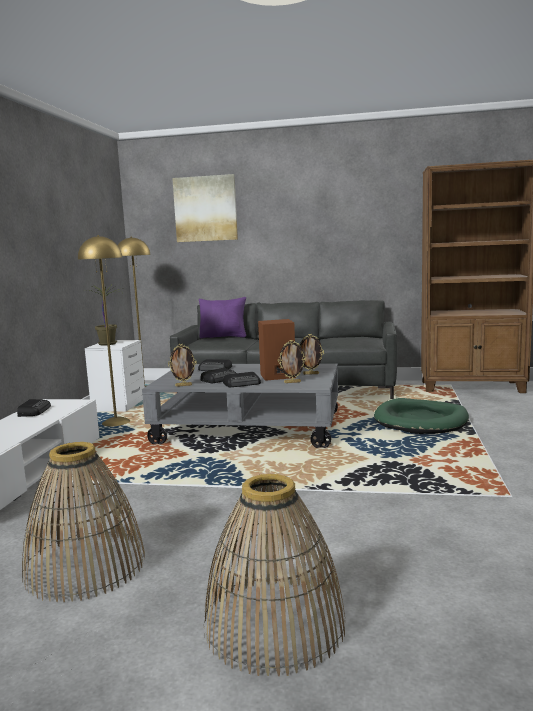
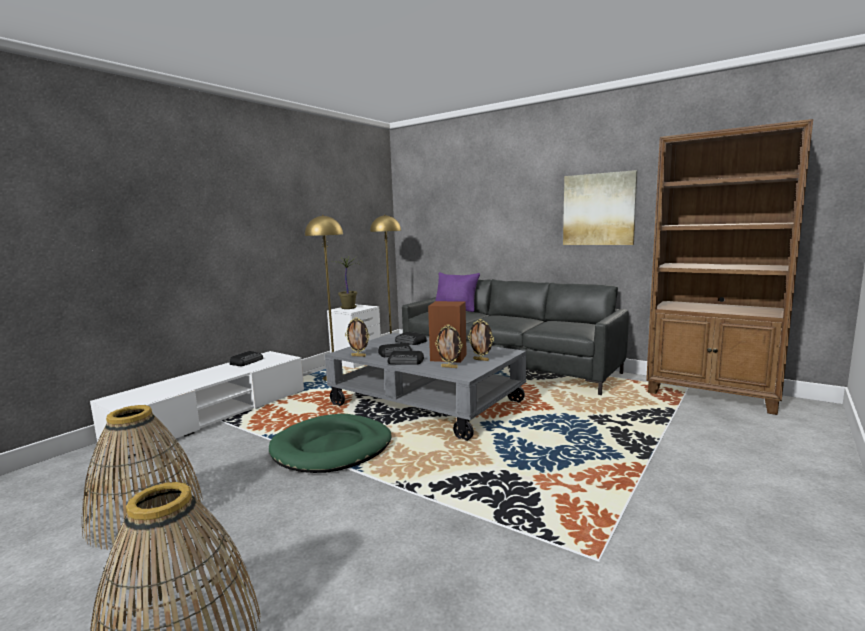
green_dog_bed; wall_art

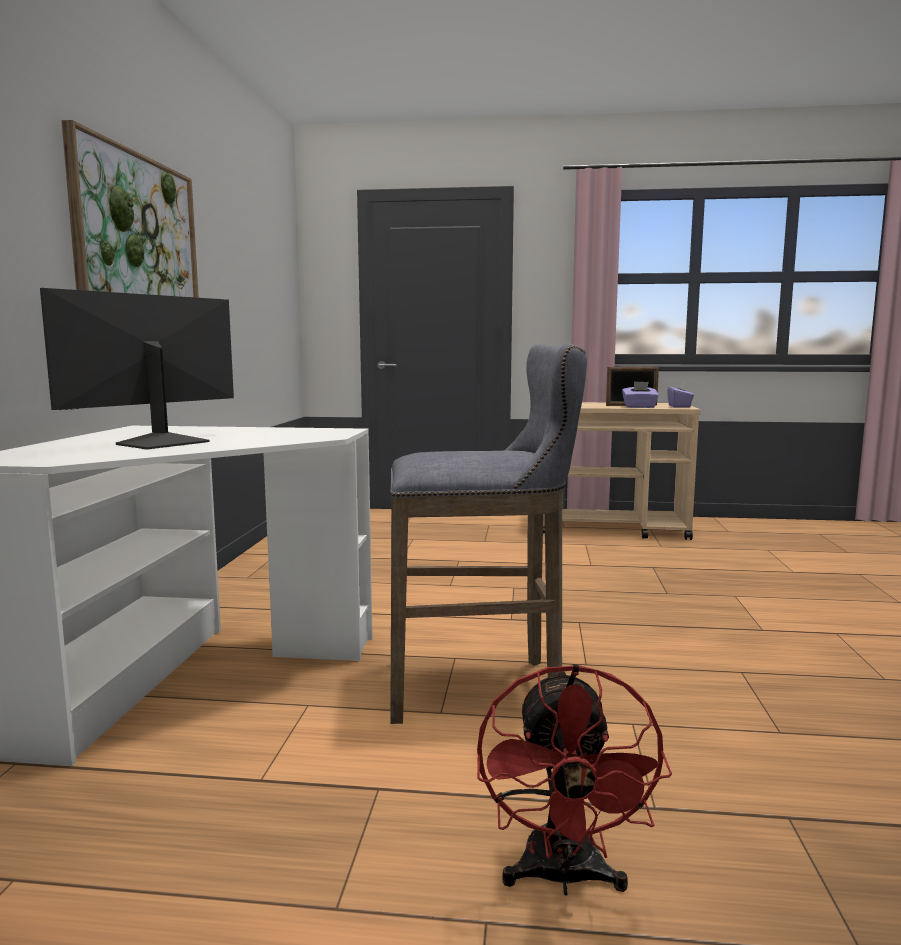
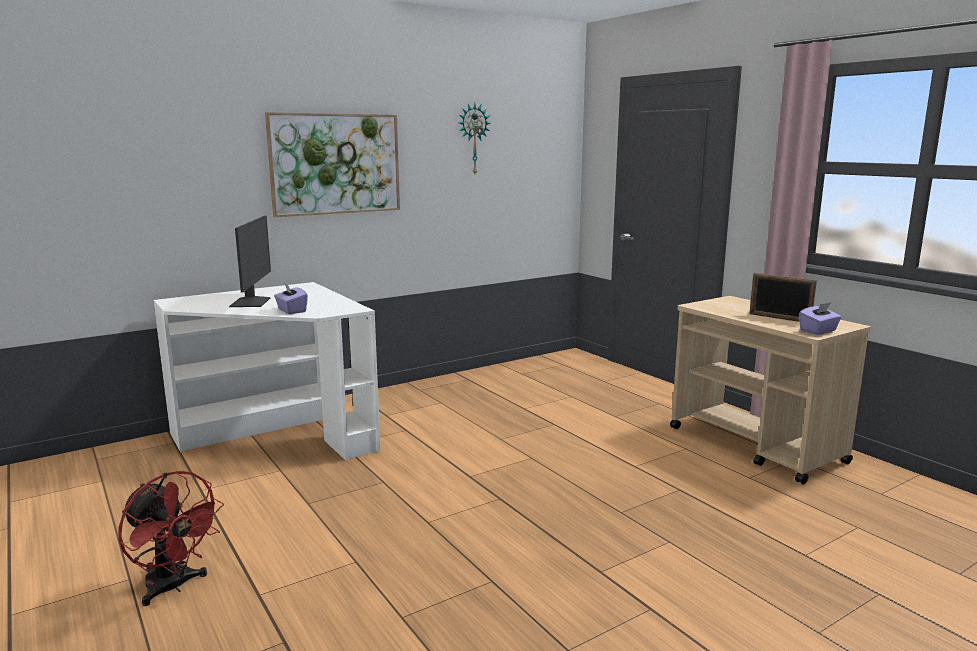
reddish_cooling_fan; computer_display; purplish_tissue_box (1st from left); wall_clock; greyish_stool_seat

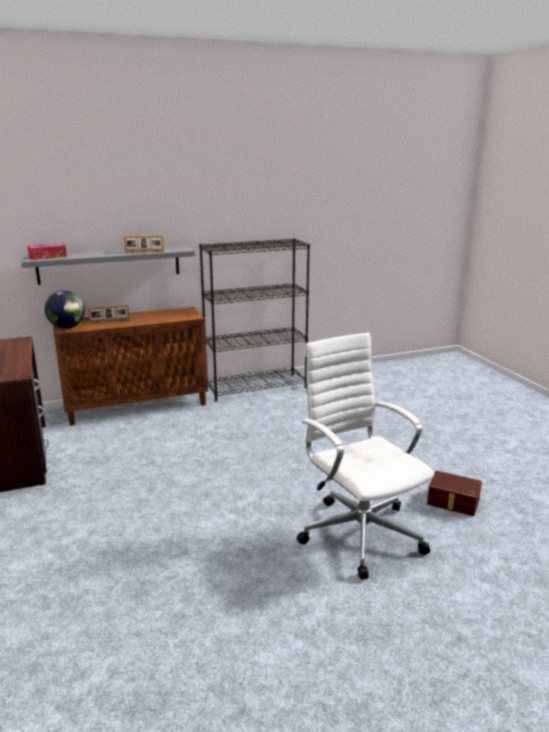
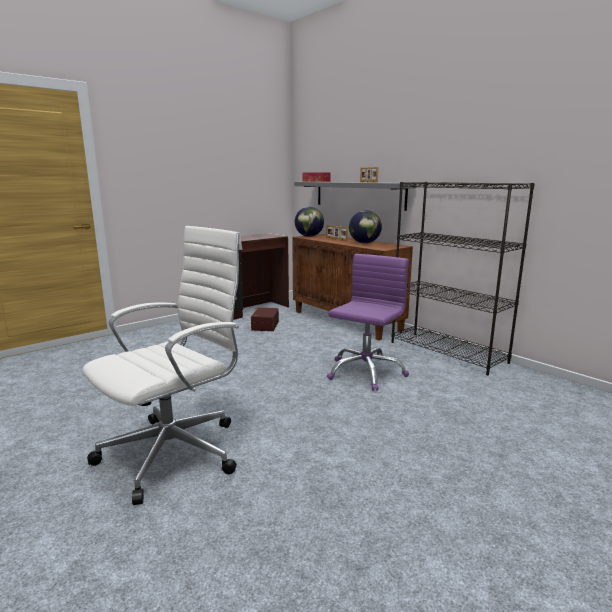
brownish_storage_container; purplish_computer_chair; world_globe (2nd from left)

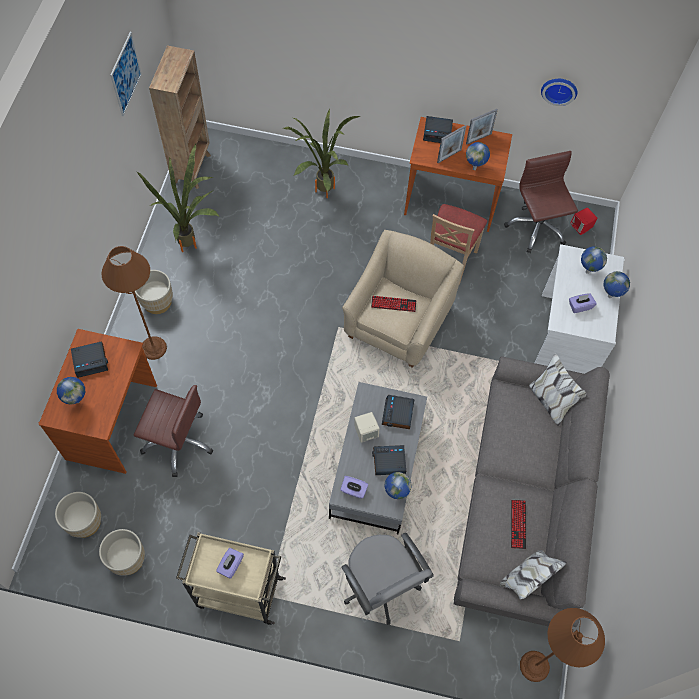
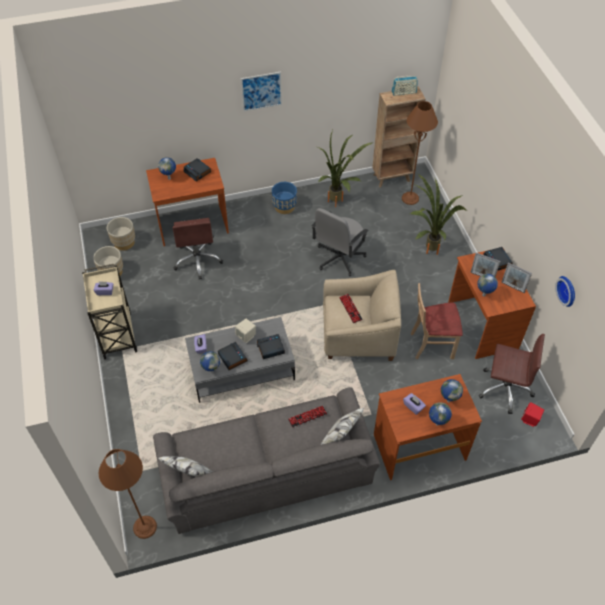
wall_art; blue-coloured_plant_pot; PC_keyboard (1st from left); greyish_computer_chair; brownish_desk_unit (2nd from left); radio_receiver; brownish_standard_lamp (2nd from left); brownish_computer_chair (2nd from left)

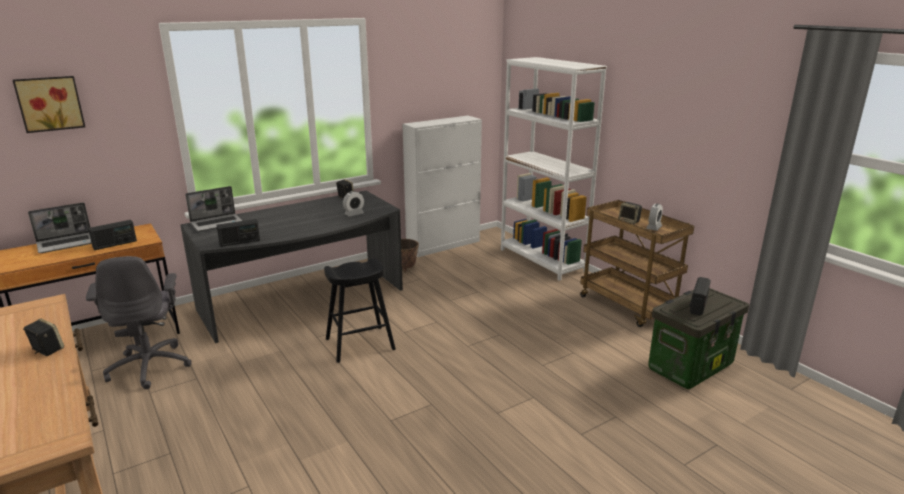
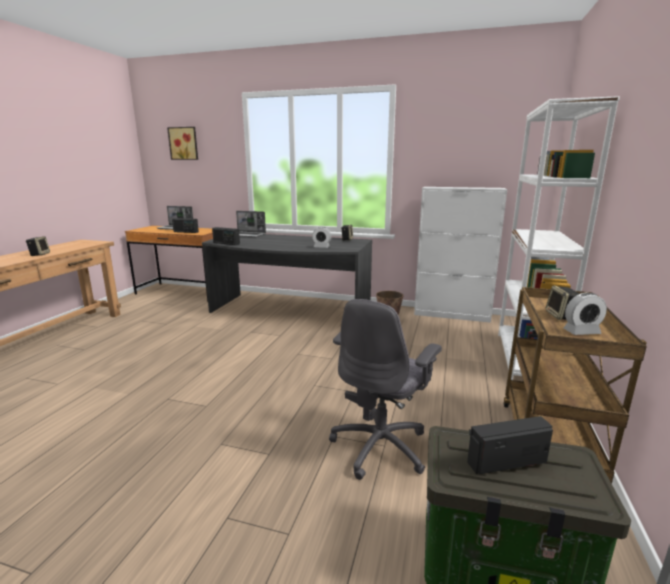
greyish_computer_chair; blackish_stool_seat

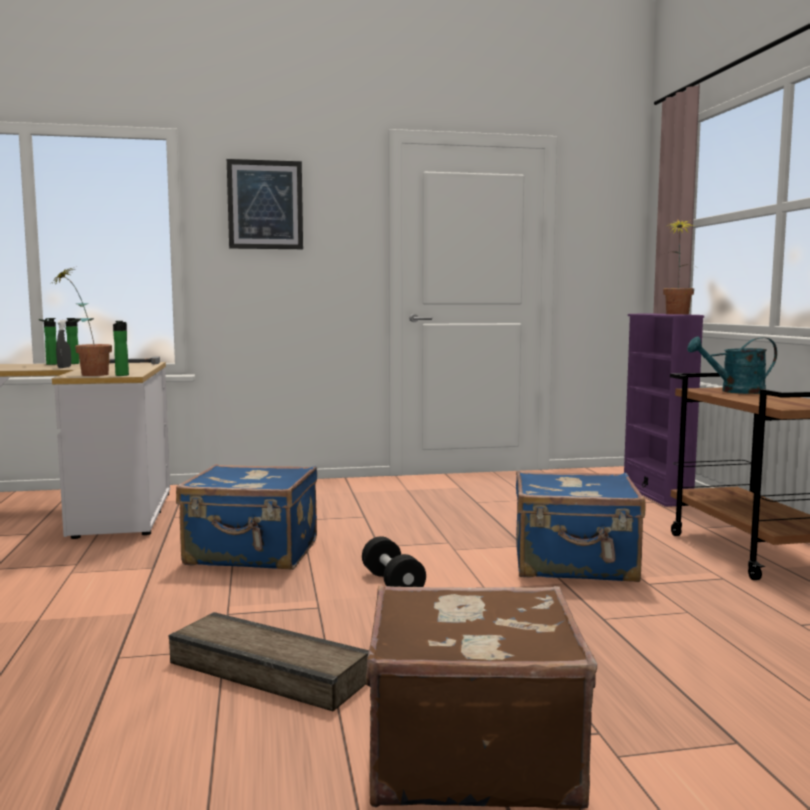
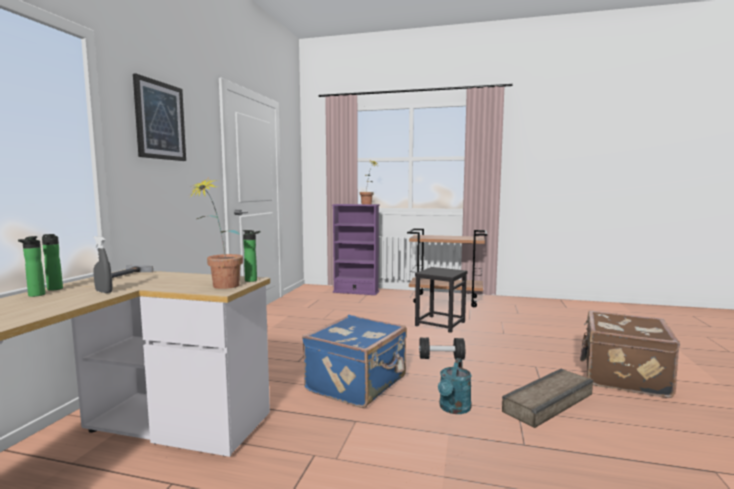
blackish_stool_seat; blue-green_watering_can

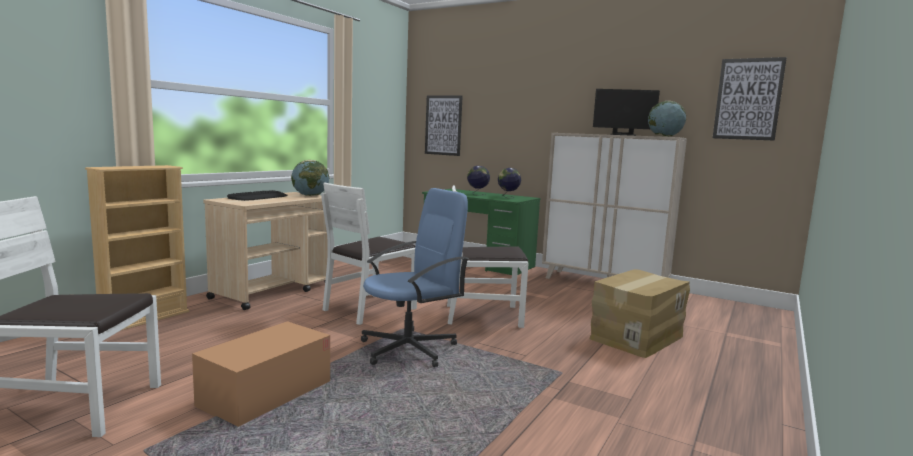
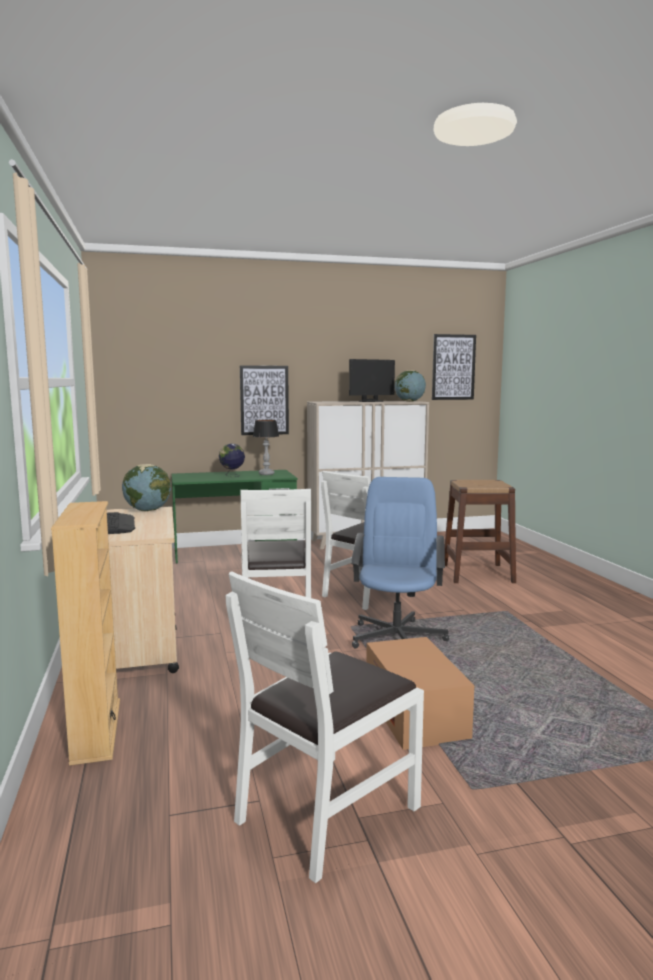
wall_art (1st from left); tabletop_lamp; brownish_stool_seat

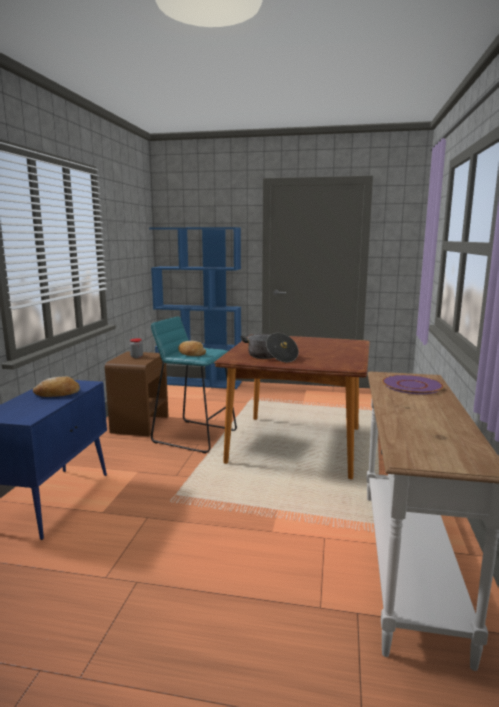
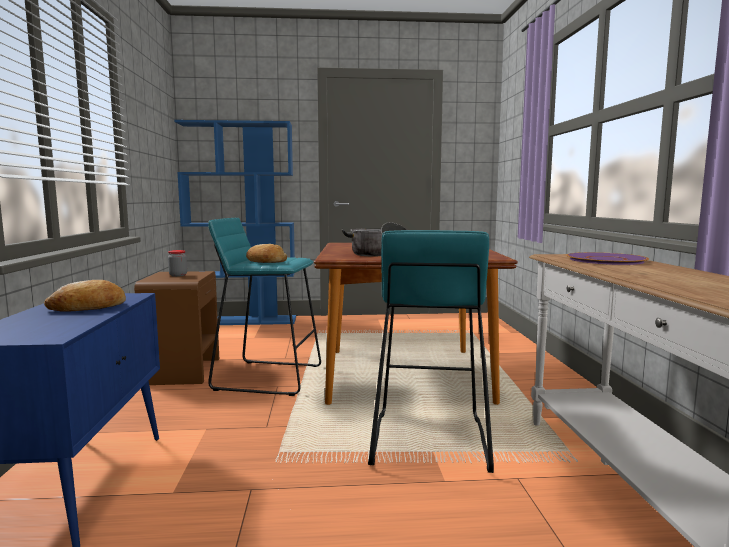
blue-green_stool_seat (2nd from left)

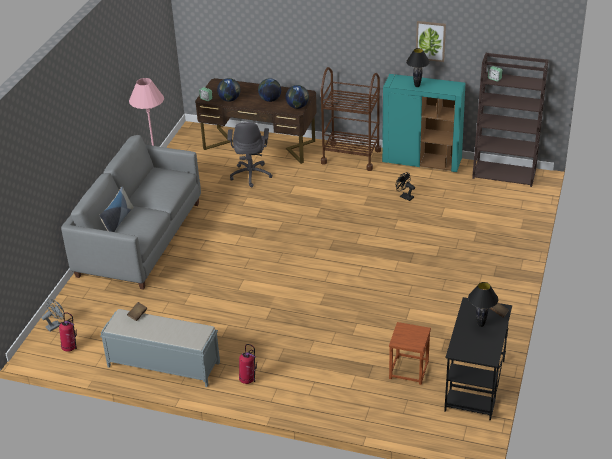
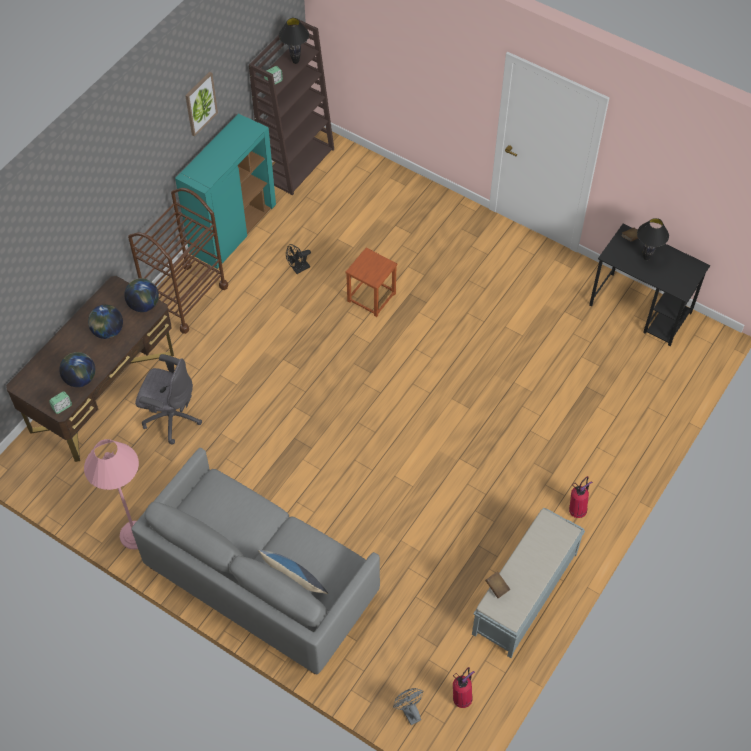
blackish_tabletop_lamp (1st from left); brownish_stool_seat

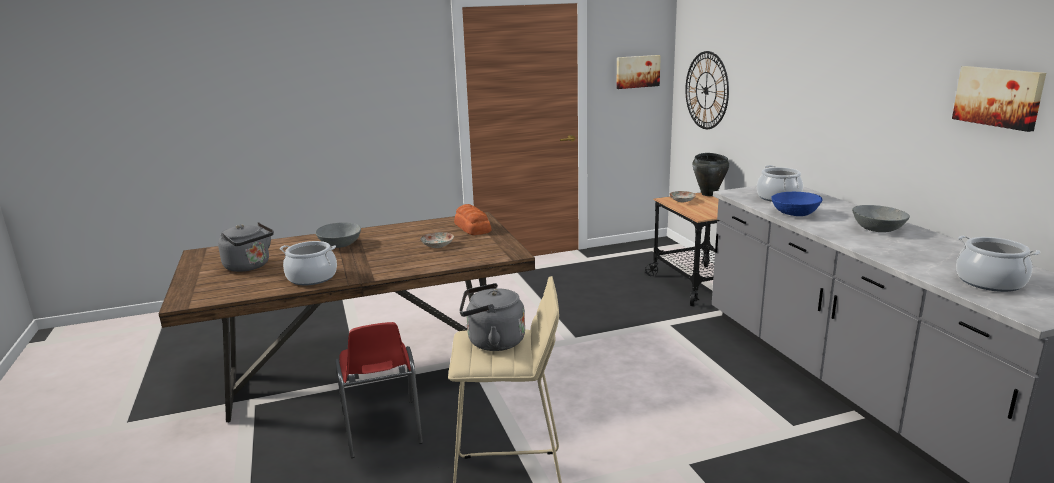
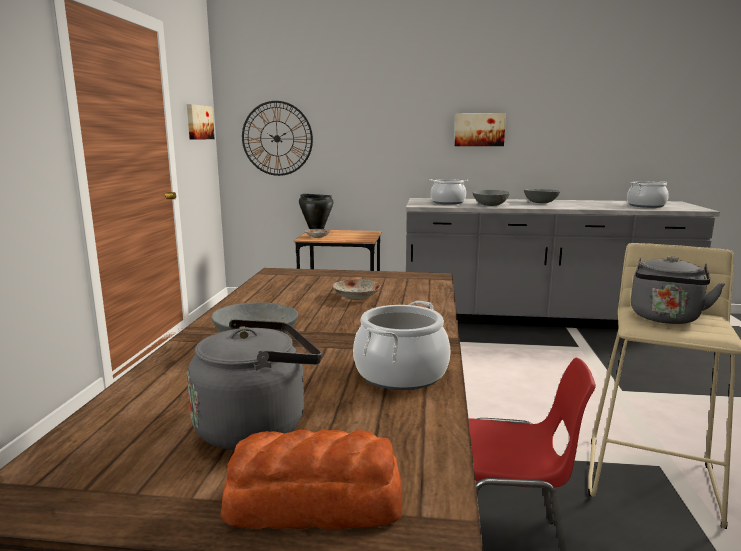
bread; wall_art (2nd from left); greyish_bowl (2nd from left)

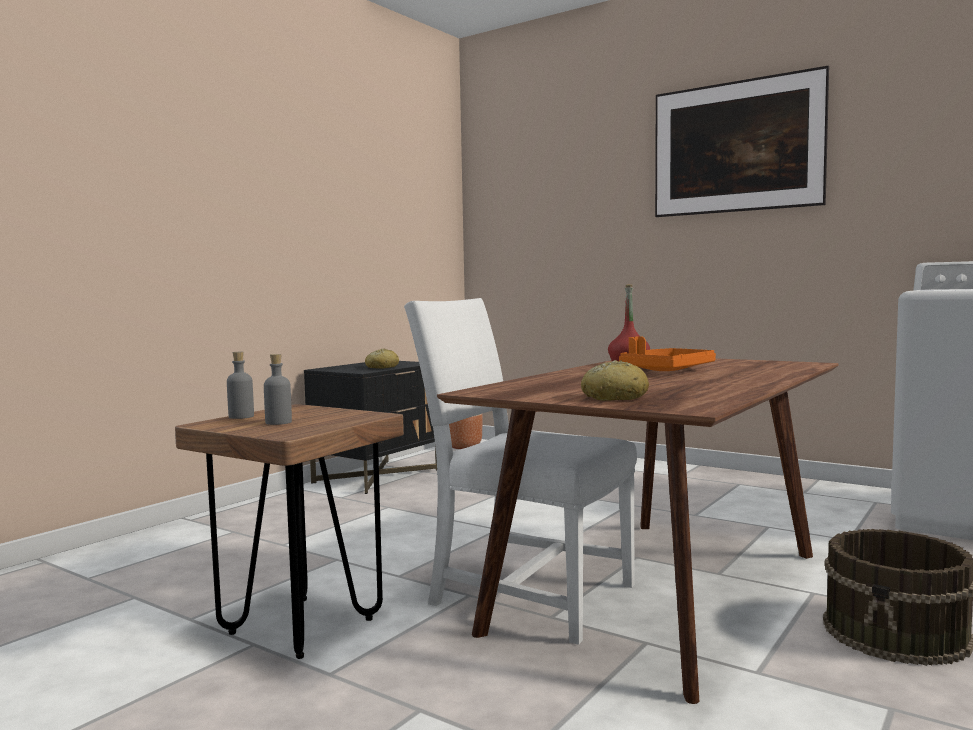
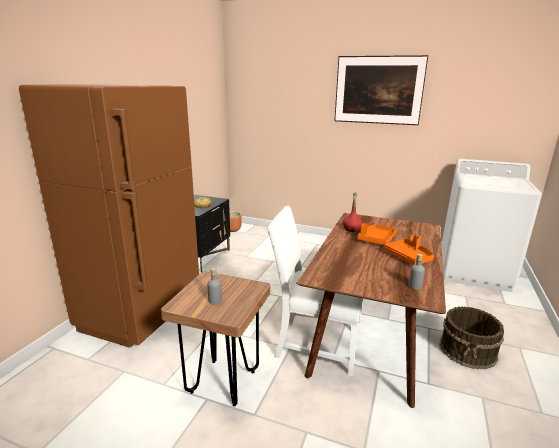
brownish_refrigerator; orange-coloured_carrying_tray (2nd from left); greyish_beverage_bottle (2nd from left); bread (2nd from left in the first image)

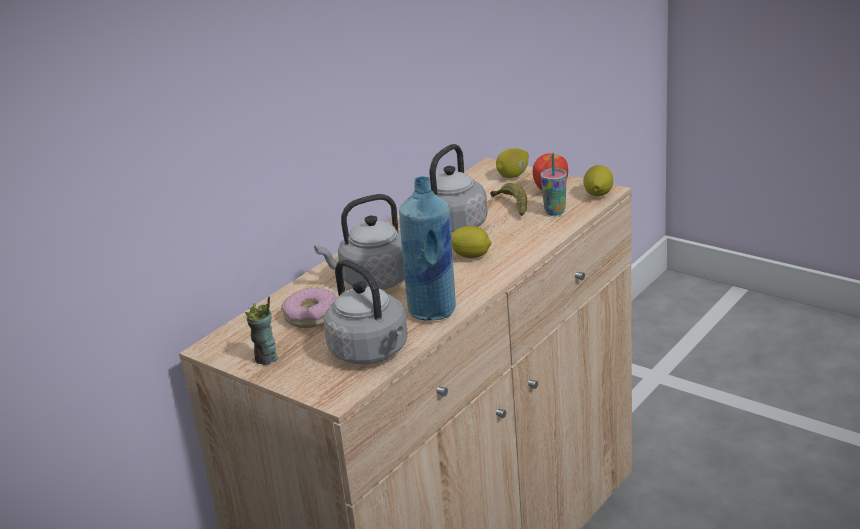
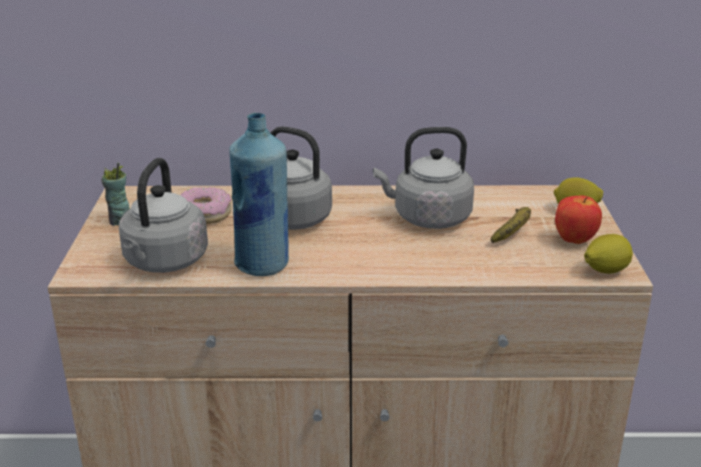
whole_lemon (1st from left in the first image); small_cup (2nd from left in the first image)

